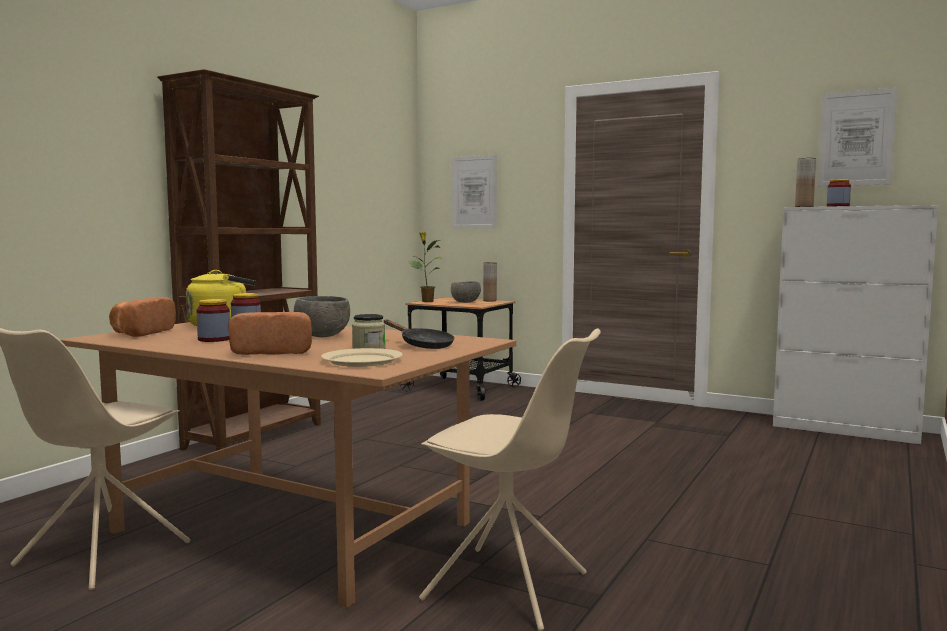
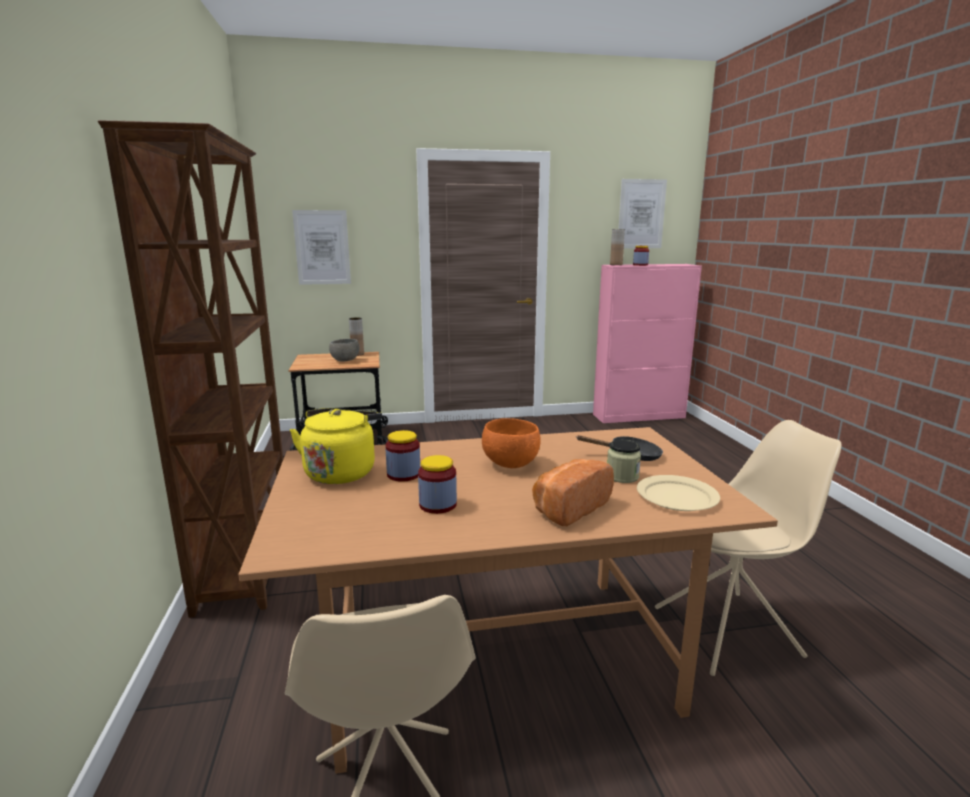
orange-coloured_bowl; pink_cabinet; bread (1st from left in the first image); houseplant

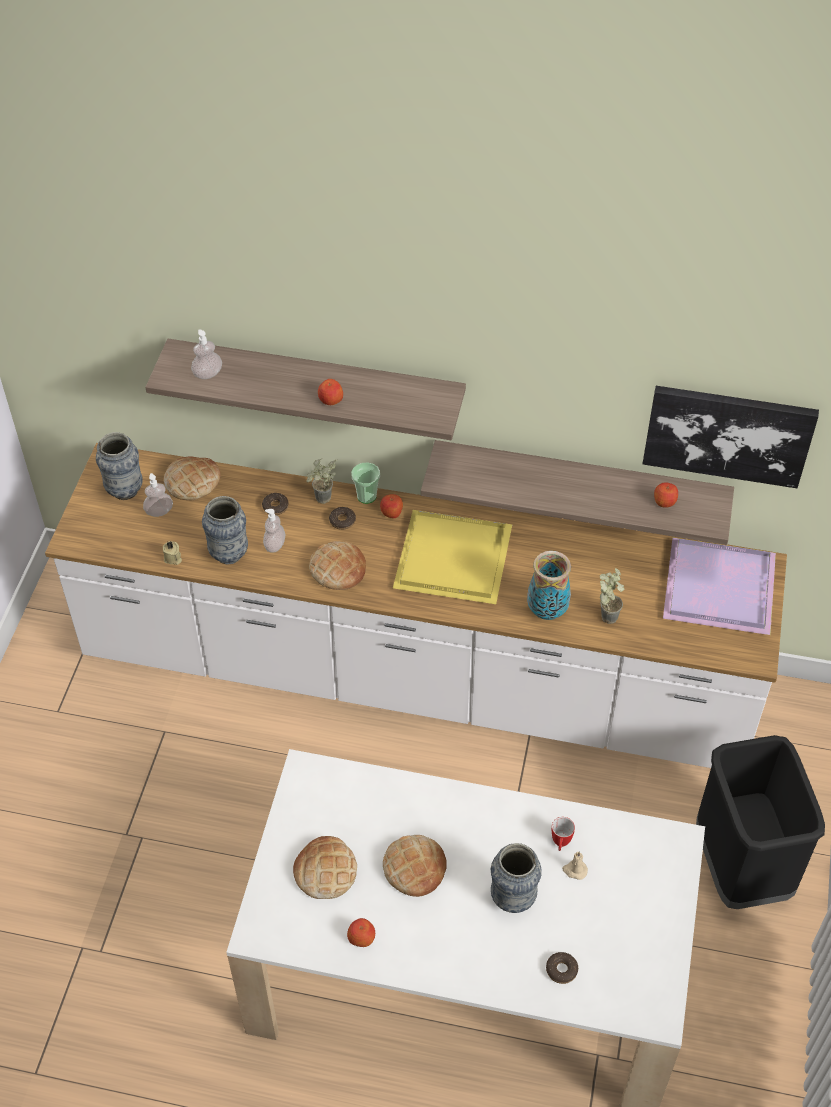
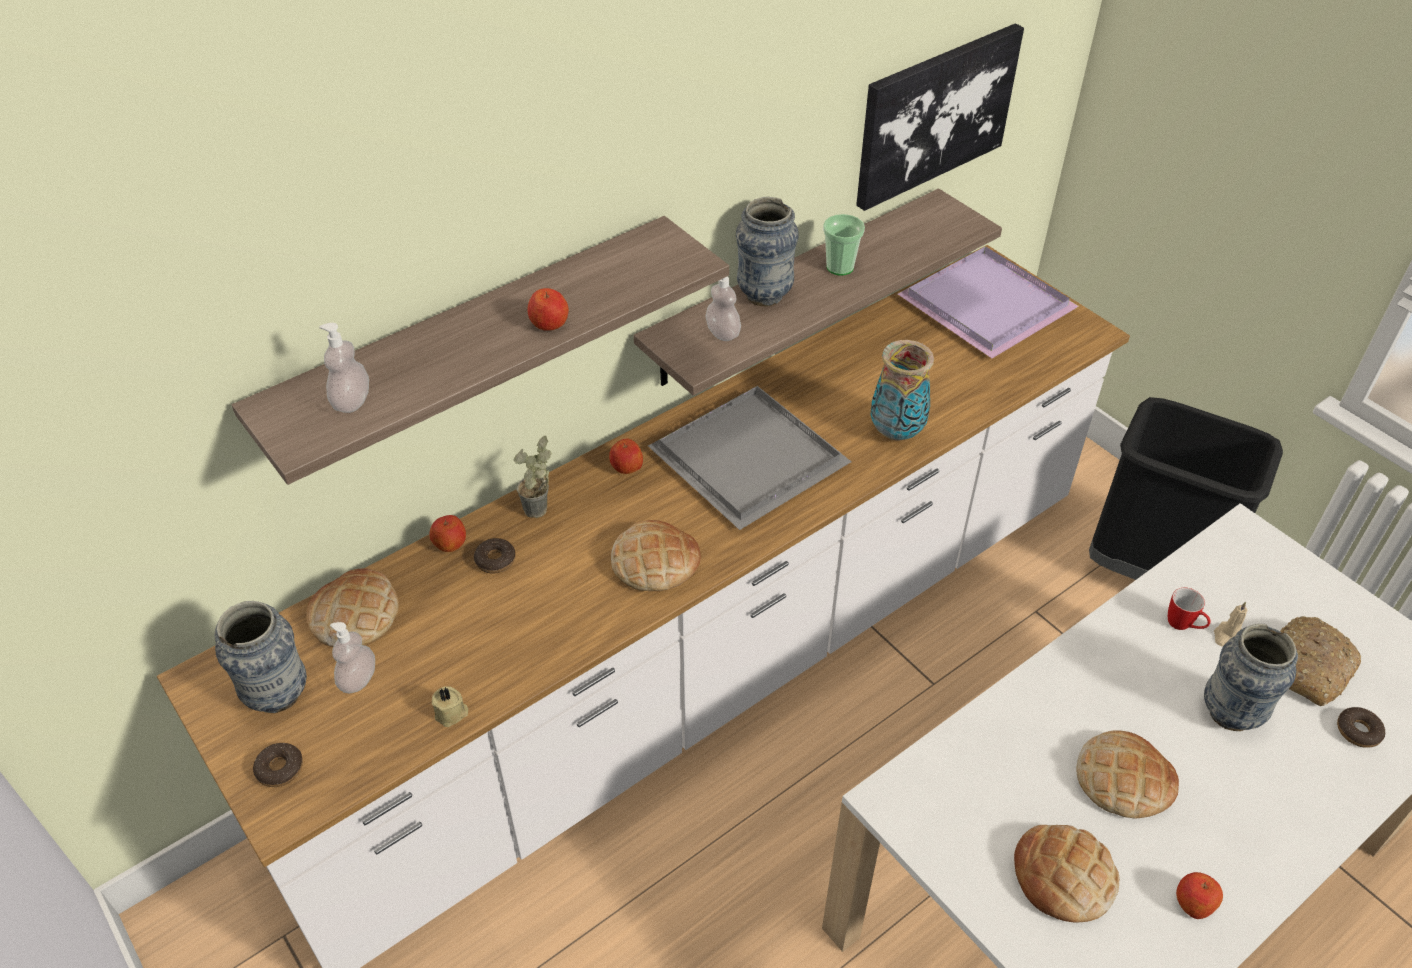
doughnut (1st from left); whole_apple (1st from left); greyish_carrying_tray; soap_bottle (3rd from left); decorative_vase (2nd from left); small_cup; bread (5th from left); houseplant (2nd from left in the first image)

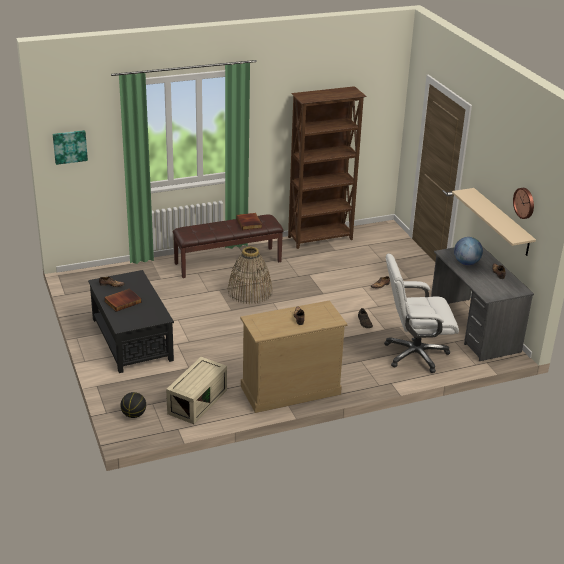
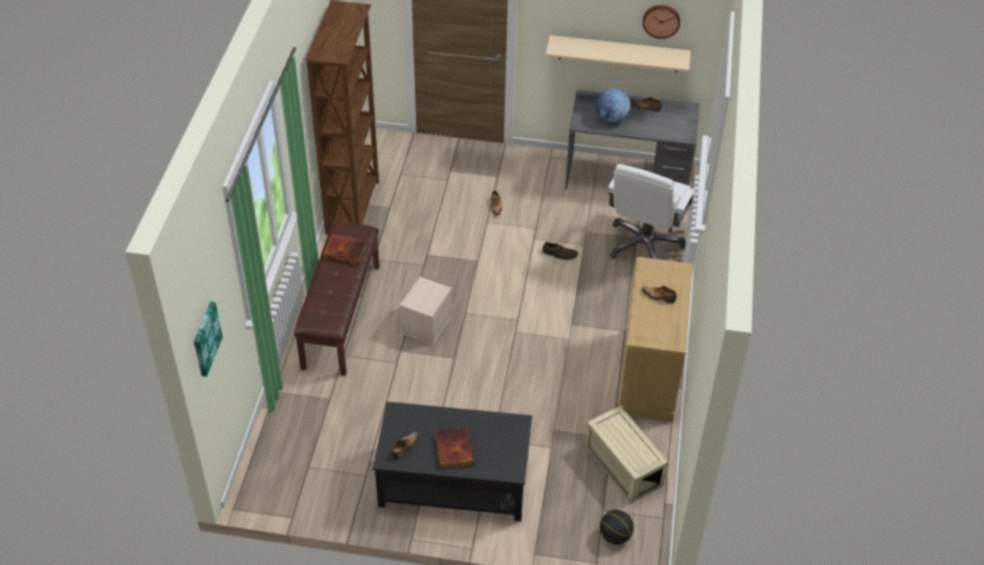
beige-coloured_storage_container (1st from left)

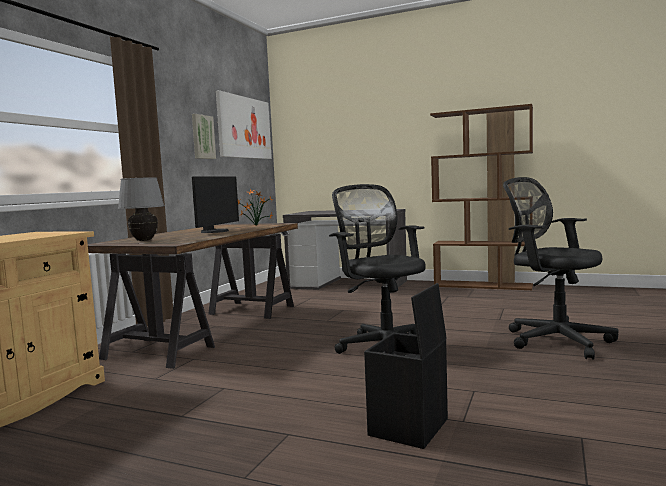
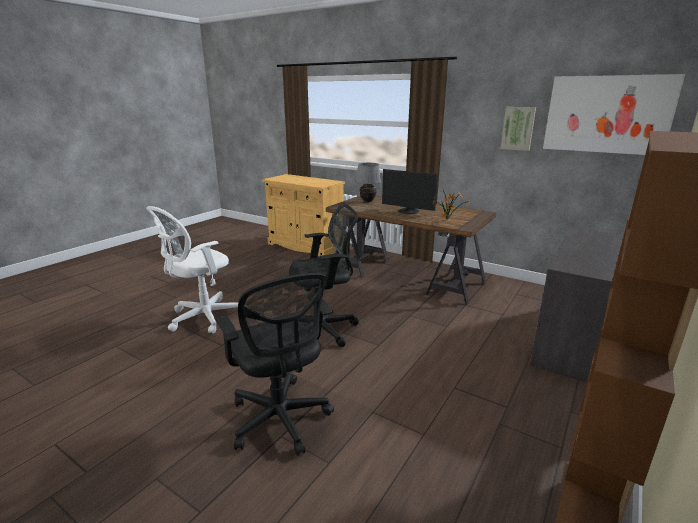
whitish_computer_chair; blackish_computer_chair (1st from left)

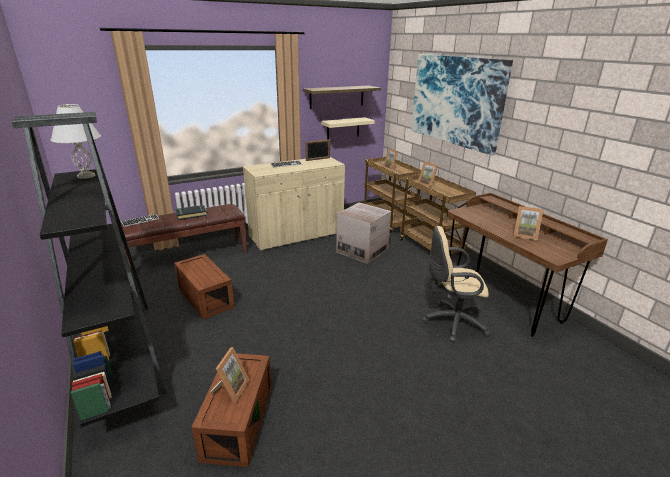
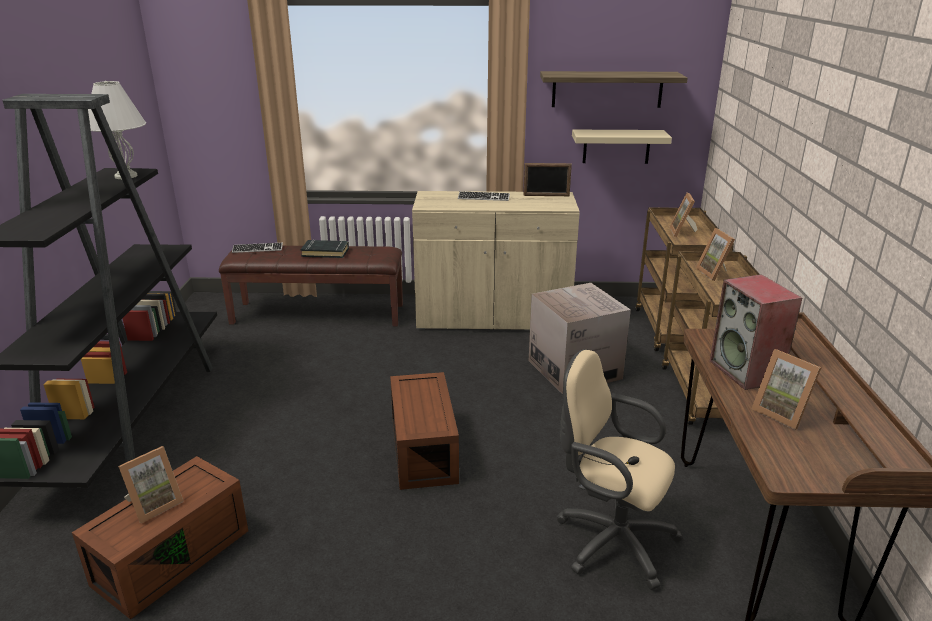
brownish_storage_container (2nd from left); audio_speaker; wall_art

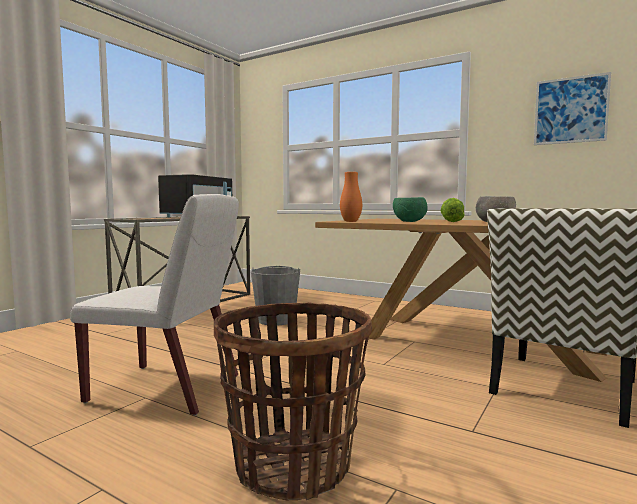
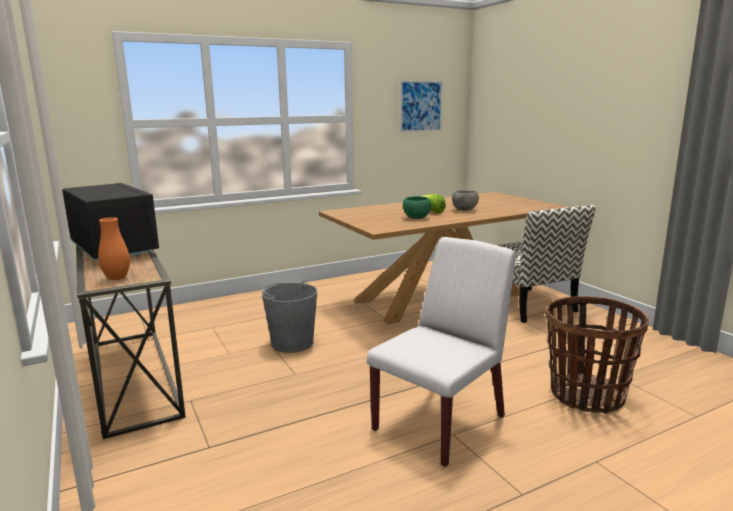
orange-coloured_decorative_vase

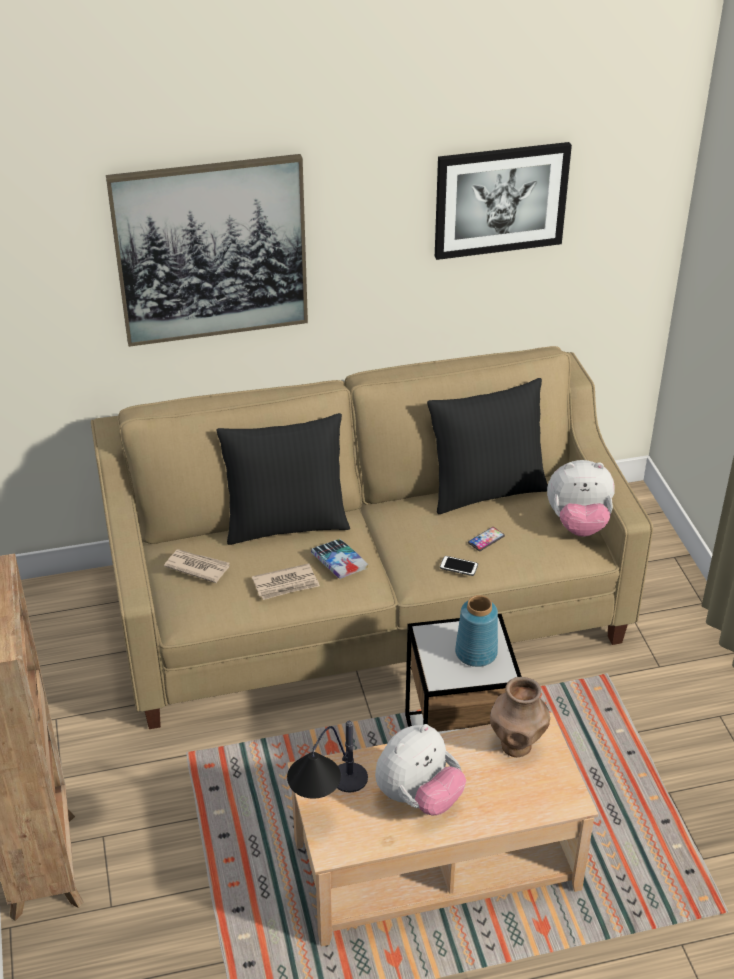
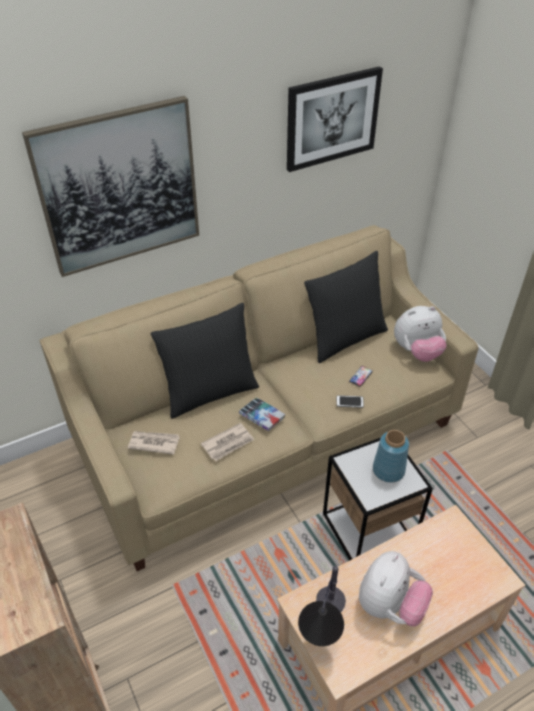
brownish_decorative_vase

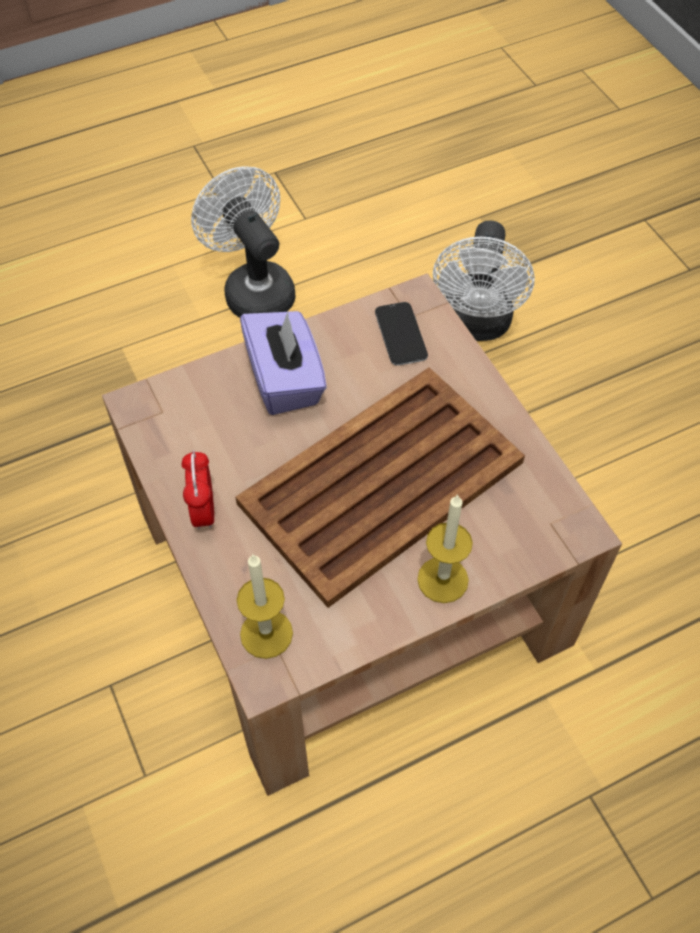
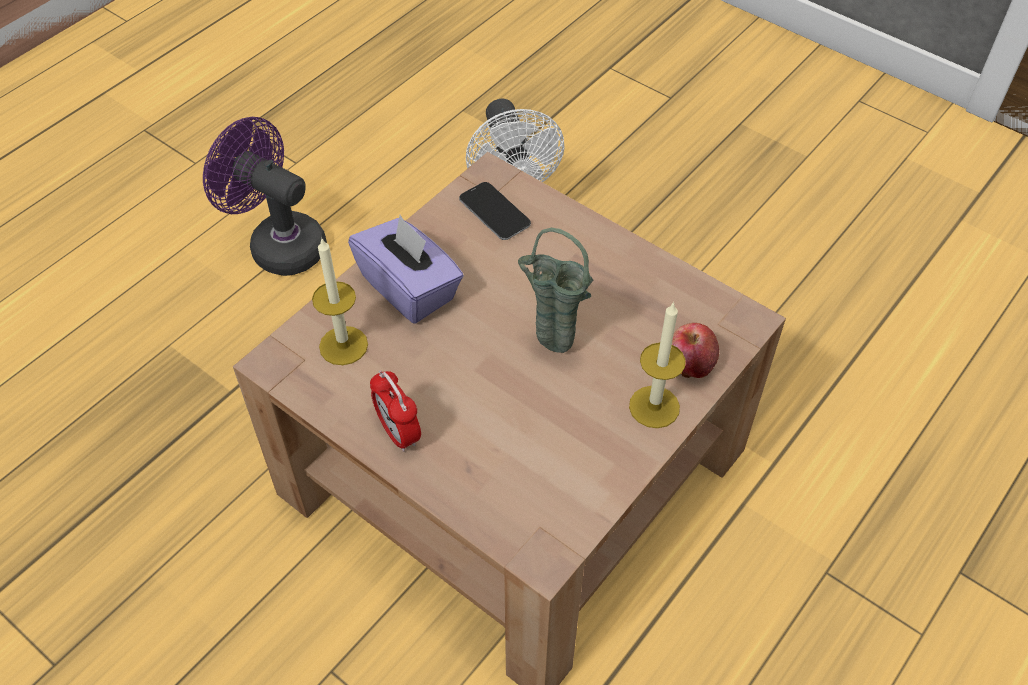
purplish_cooling_fan; candle (1st from left); green_decorative_vase; whole_apple

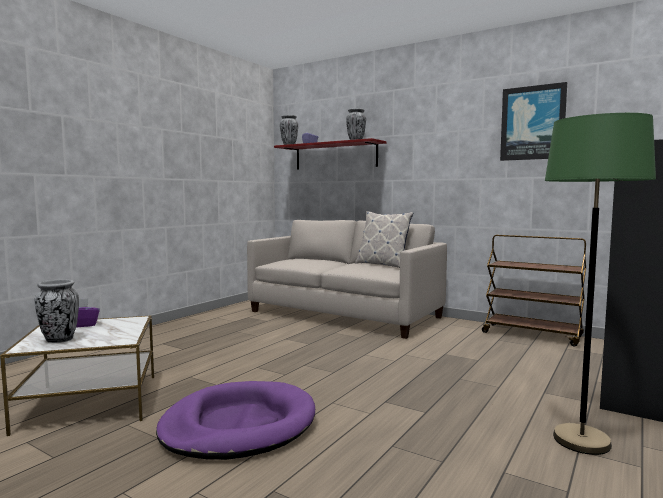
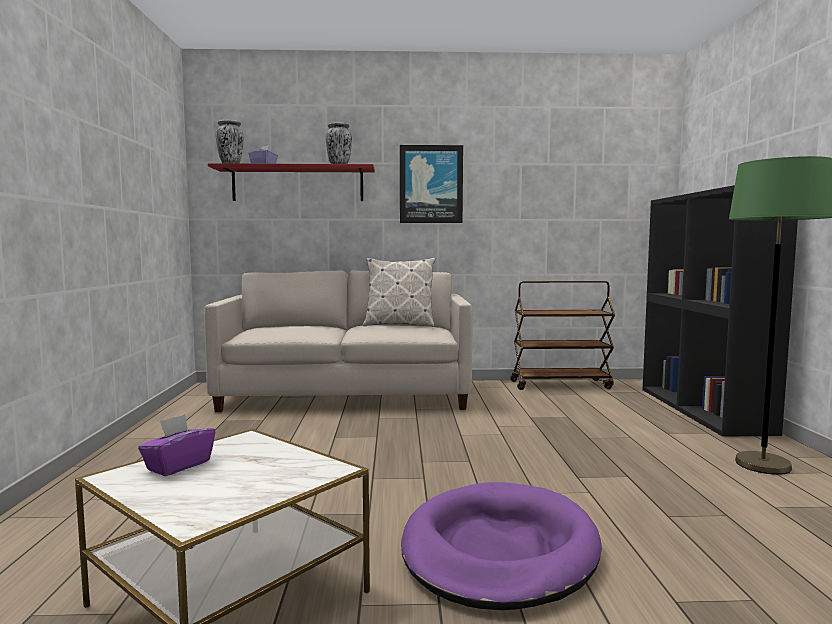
wall_art; decorative_vase (1st from left in the first image)

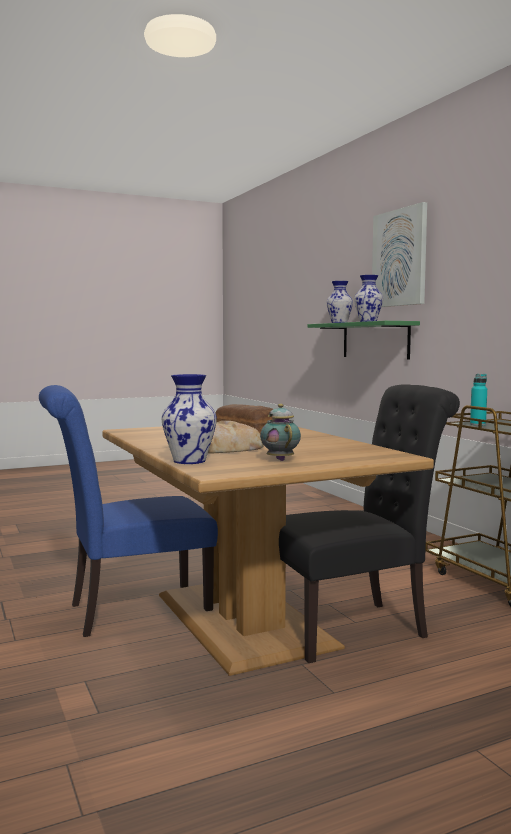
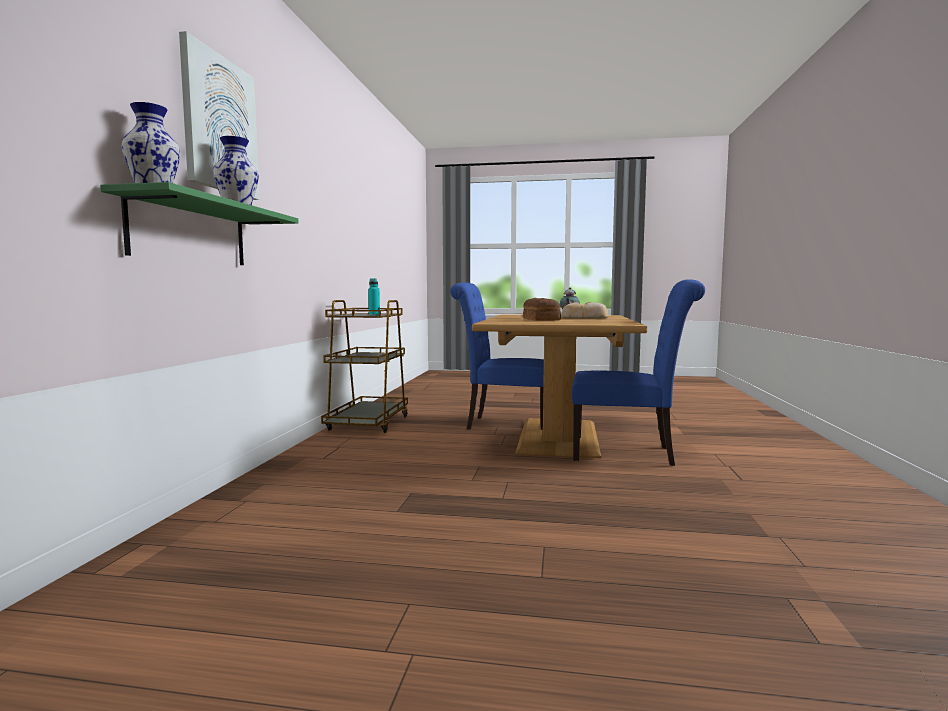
blue-coloured_chair (1st from left); decorative_vase (1st from left in the first image)

